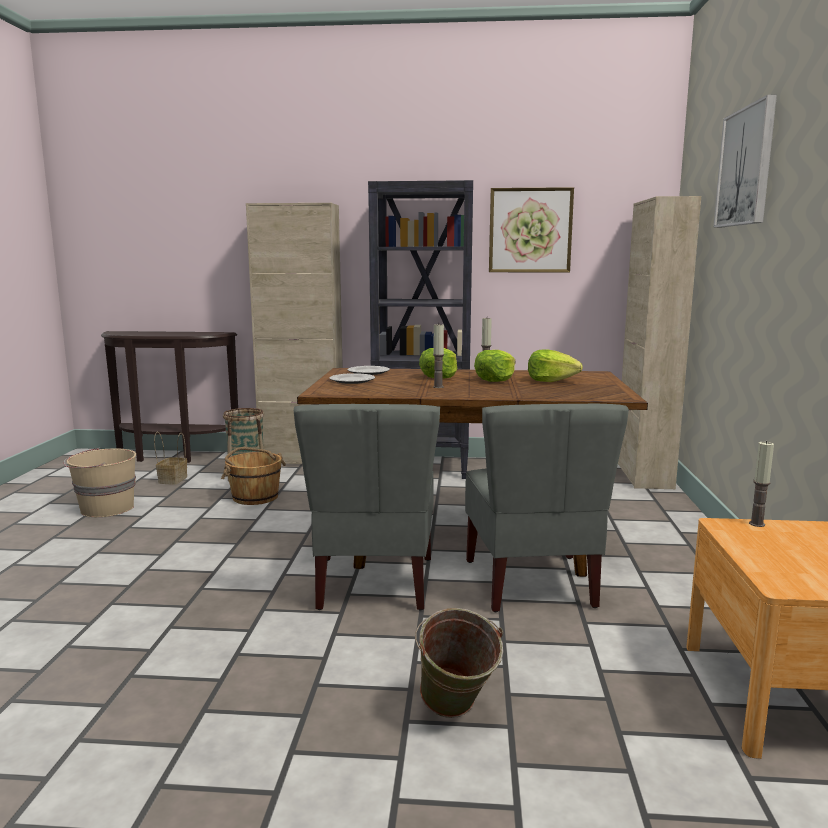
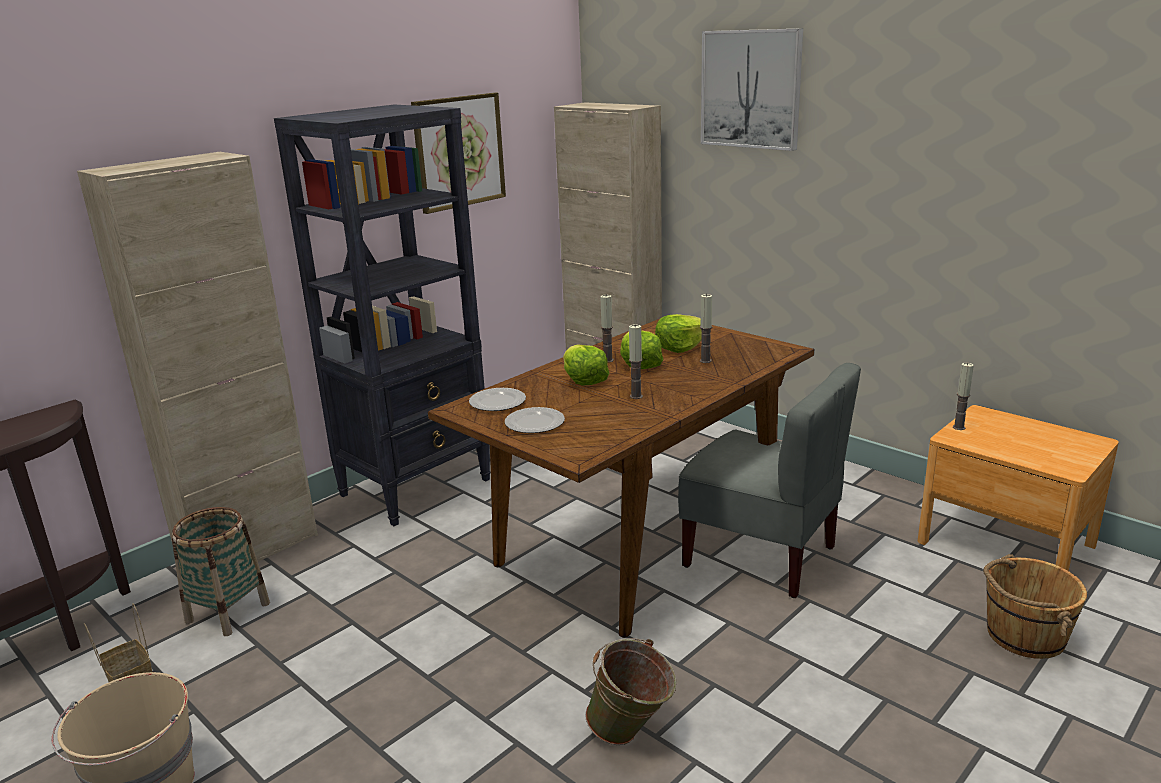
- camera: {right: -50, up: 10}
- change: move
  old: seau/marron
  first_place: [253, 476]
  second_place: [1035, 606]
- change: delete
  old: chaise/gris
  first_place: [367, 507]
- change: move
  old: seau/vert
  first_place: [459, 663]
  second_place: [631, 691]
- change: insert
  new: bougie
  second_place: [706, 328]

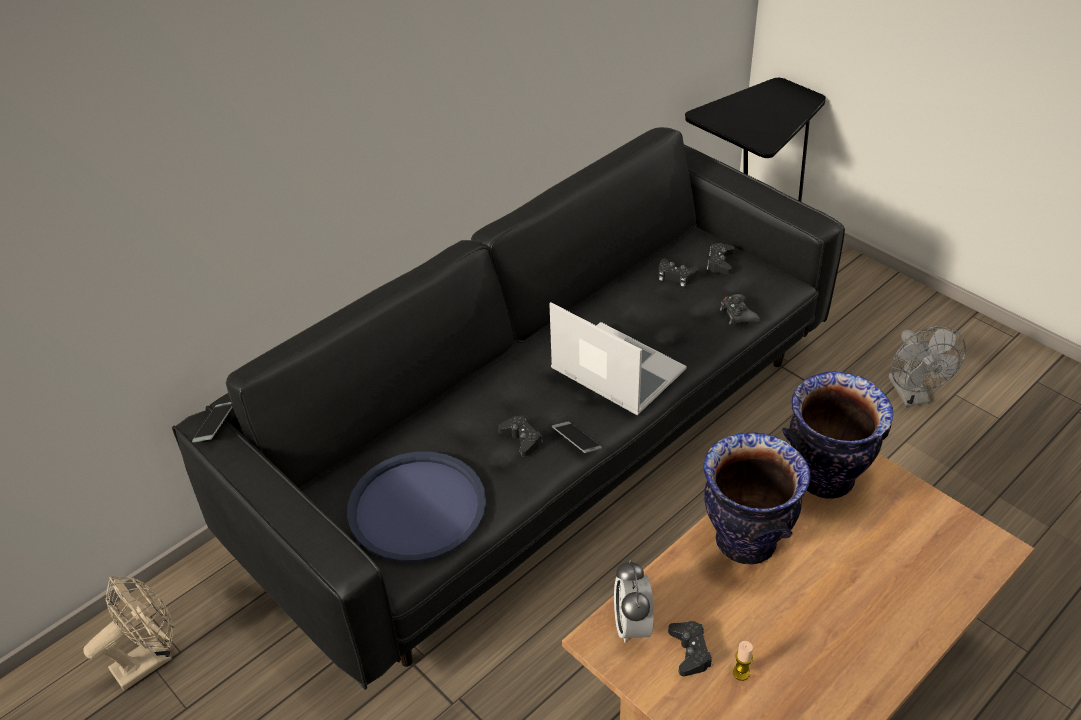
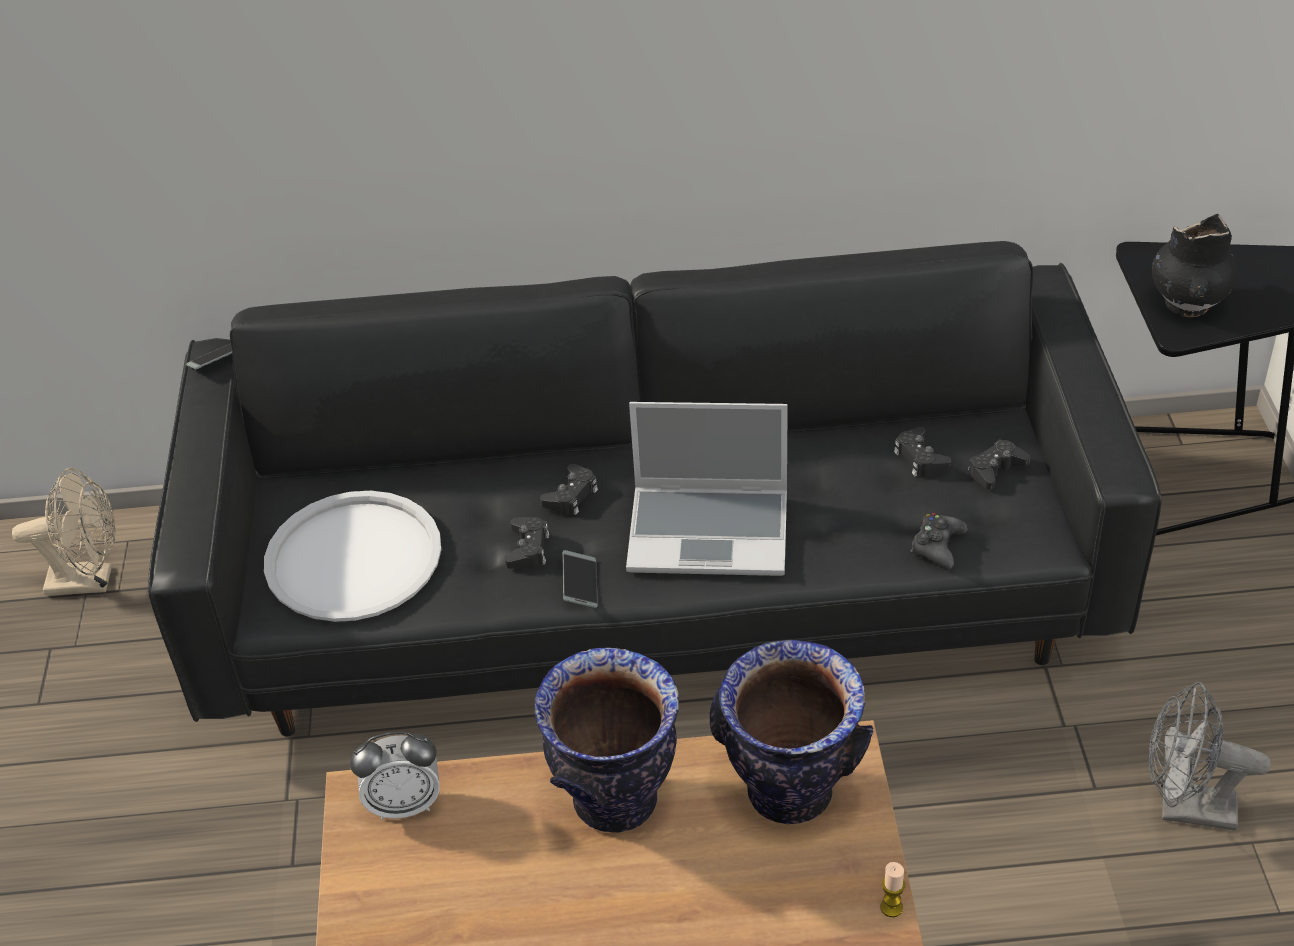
- camera: {right: 40, up: 0}
- change: recolor
  old: plateau/bleu
  new: plateau/blanc
  first_place: [416, 507]
  second_place: [352, 556]
- change: rotate
  old: ordinateur portable
  first_place: [618, 358]
  second_place: [707, 489]
  degrees: 105
- change: rotate
  old: réveil
  first_place: [634, 601]
  second_place: [395, 776]
  degrees: -135
- change: move
  old: manette/noir
  first_place: [690, 648]
  second_place: [569, 489]
- change: move
  old: bougie
  first_place: [743, 661]
  second_place: [893, 889]
- change: rotate
  old: ventilateur/gris
  first_place: [927, 366]
  second_place: [1210, 756]
  degrees: 75
- change: insert
  new: vase/noir
  second_place: [1194, 265]

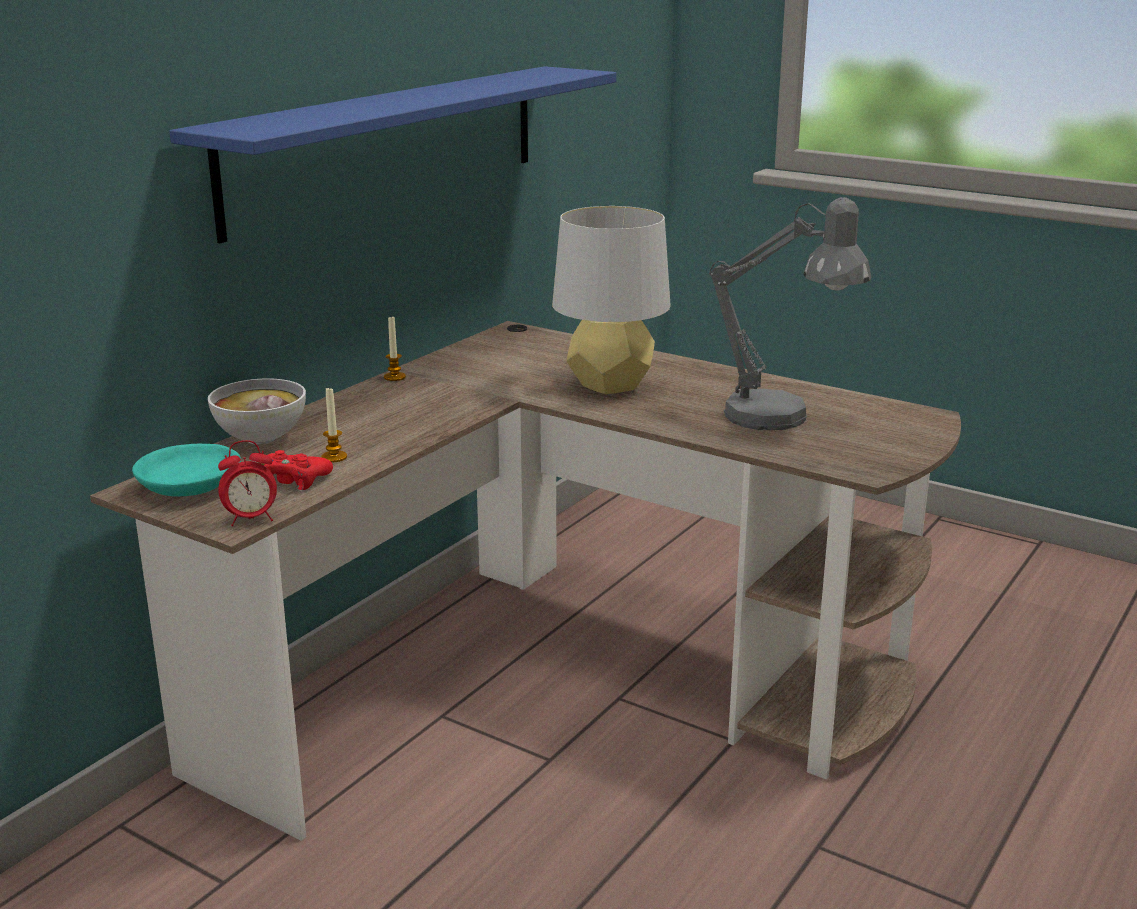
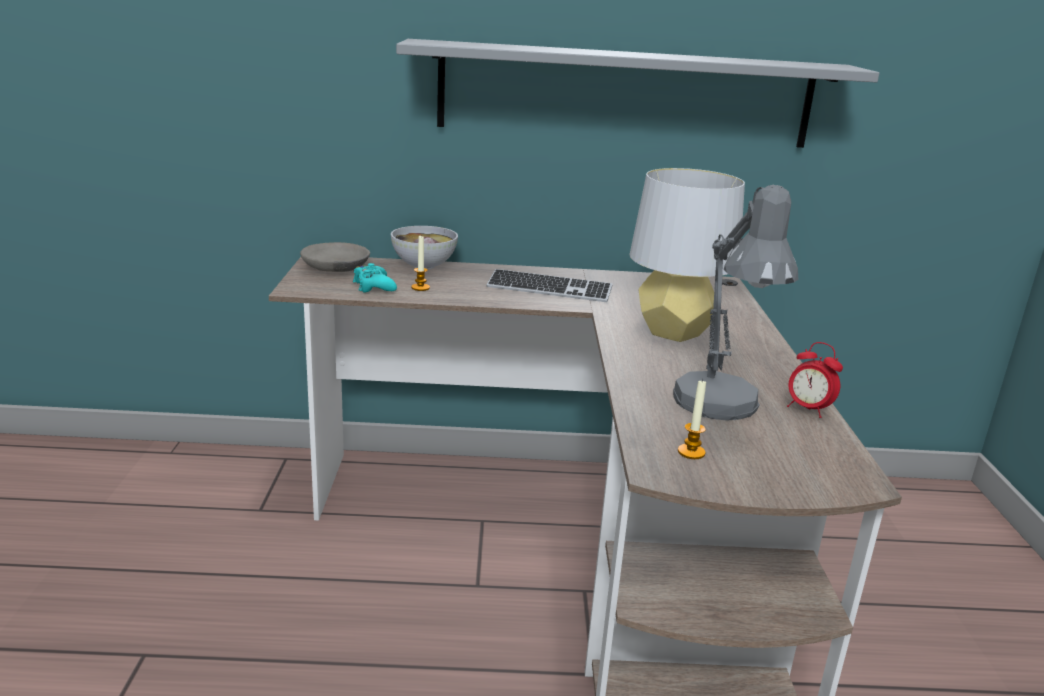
- camera: {right: 55, up: 0}
- change: recolor
  old: bol/turquoise
  new: bol/gris
  first_place: [186, 470]
  second_place: [335, 257]
- change: recolor
  old: étagère/bleu
  new: étagère/gris
  first_place: [393, 154]
  second_place: [637, 93]
- change: move
  old: réveil
  first_place: [247, 483]
  second_place: [815, 380]
- change: recolor
  old: manette/rouge
  new: manette/turquoise
  first_place: [296, 470]
  second_place: [375, 278]
- change: move
  old: bougie
  first_place: [395, 348]
  second_place: [692, 419]
- change: insert
  new: clavier
  second_place: [549, 285]

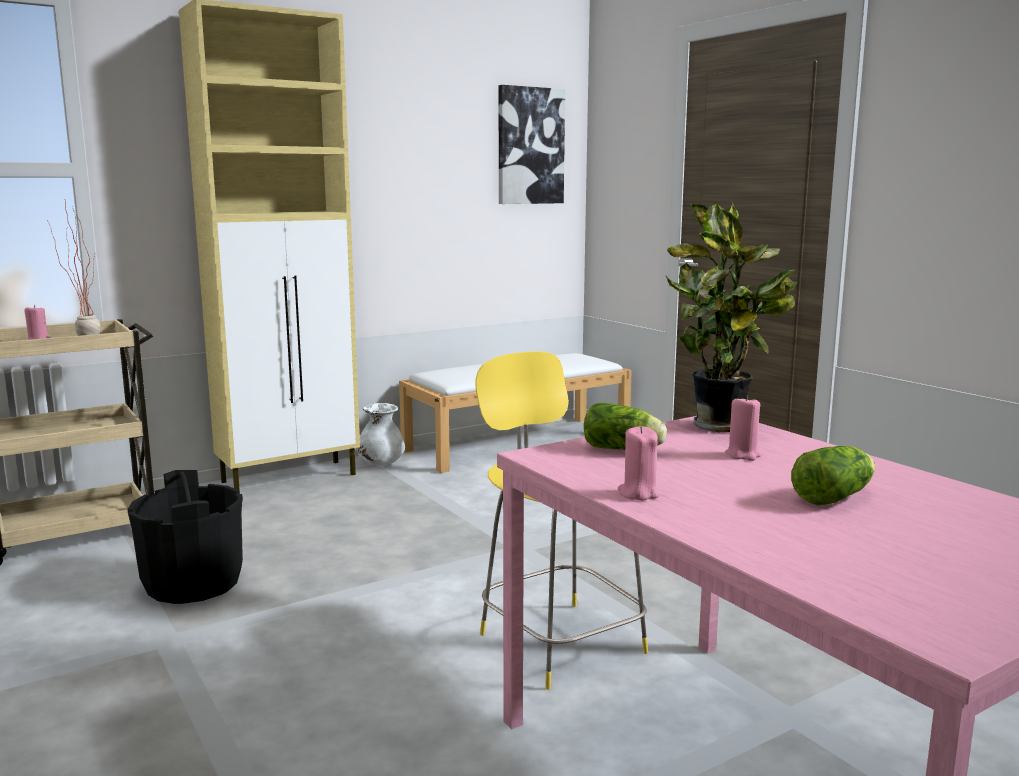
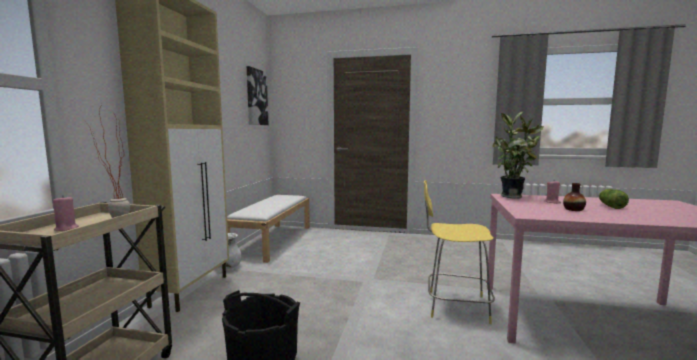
- camera: {right: -45, up: -5}
- change: delete
  old: laitue
  first_place: [625, 426]
- change: delete
  old: bougie/rose
  first_place: [638, 463]
- change: insert
  new: vase
  second_place: [574, 197]

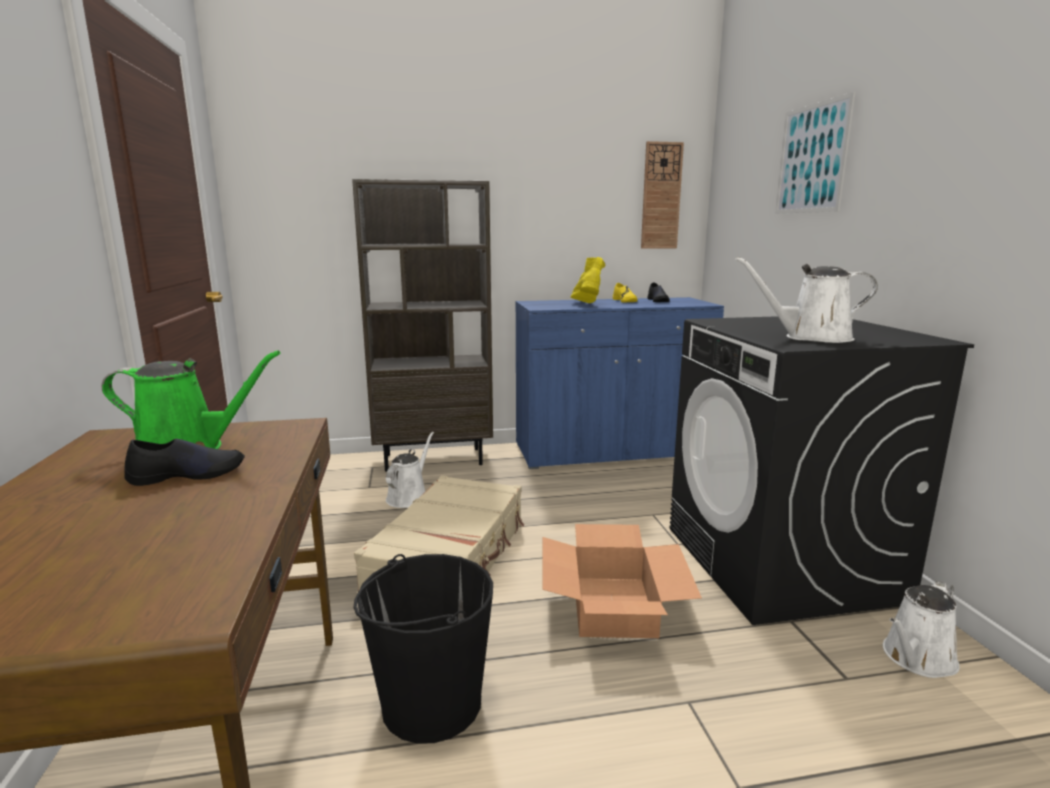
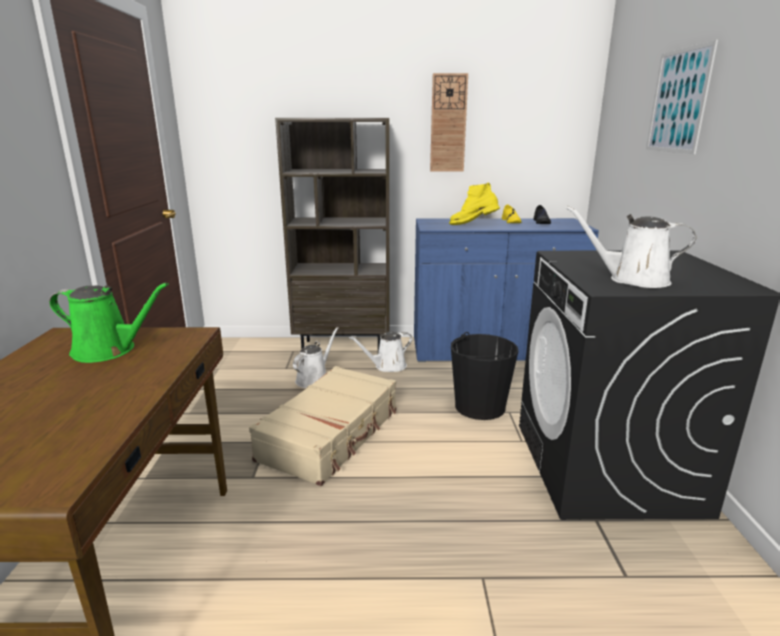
- camera: {right: 10, up: 5}
- change: delete
  old: chaussure/noir
  first_place: [184, 462]
- change: move
  old: seau/noir
  first_place: [423, 649]
  second_place: [484, 376]
- change: delete
  old: carton
  first_place: [622, 581]
- change: rotate
  old: botte/jaune
  first_place: [587, 280]
  second_place: [474, 203]
  degrees: -90
- change: move
  old: horloge murale
  first_place: [662, 195]
  second_place: [449, 122]
- change: move
  old: arrosoir/blanc
  first_place: [921, 629]
  second_place: [381, 352]

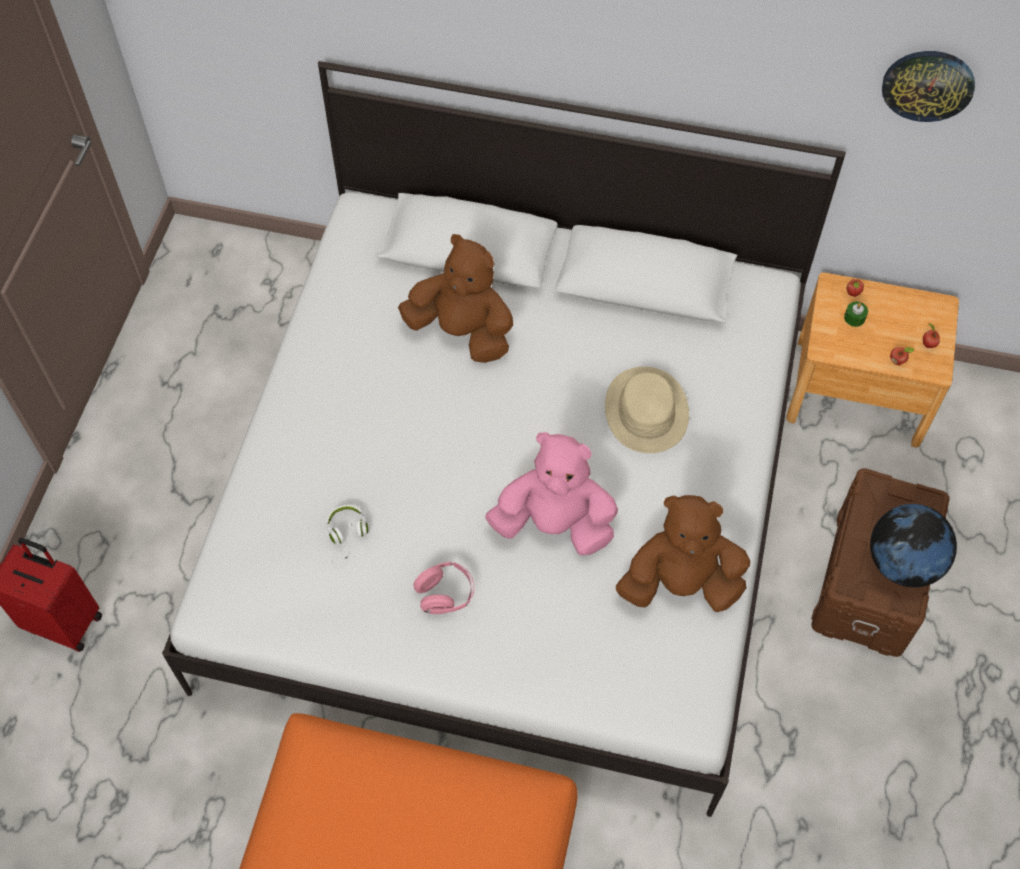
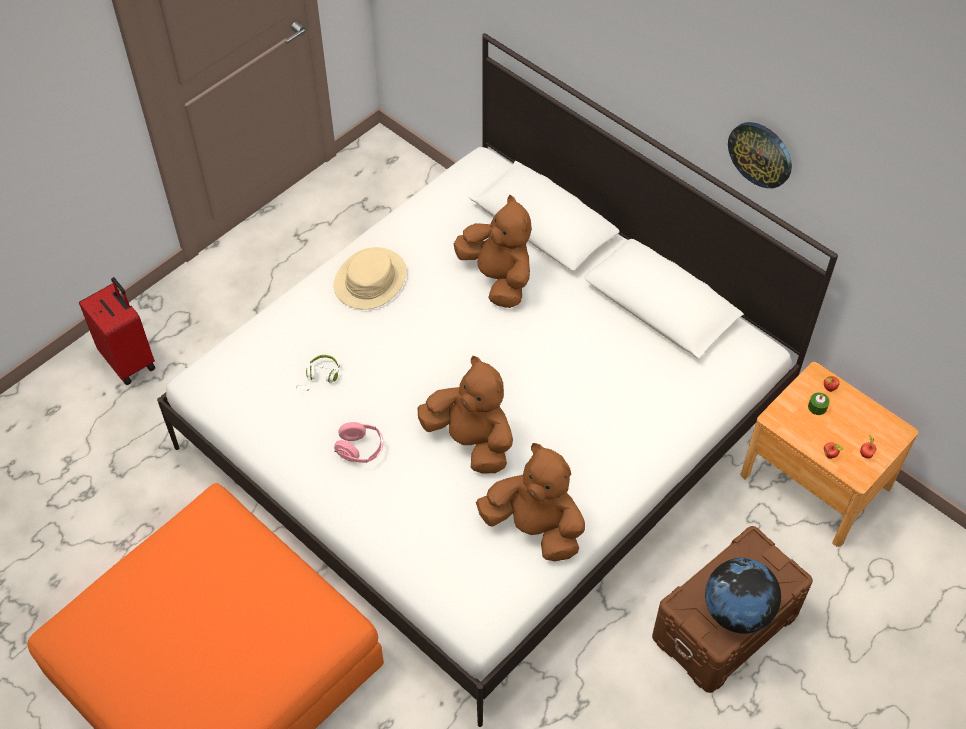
- camera: {right: 30, up: -5}
- change: recolor
  old: peluche/rose
  new: peluche/marron
  first_place: [551, 494]
  second_place: [465, 415]
- change: move
  old: chapeau/beige
  first_place: [647, 410]
  second_place: [370, 278]
- change: move
  old: horloge murale
  first_place: [928, 86]
  second_place: [760, 155]

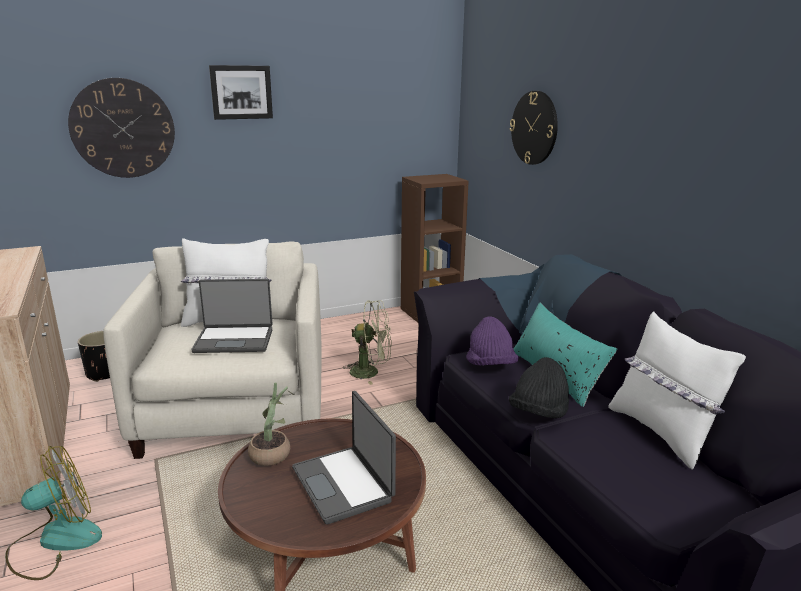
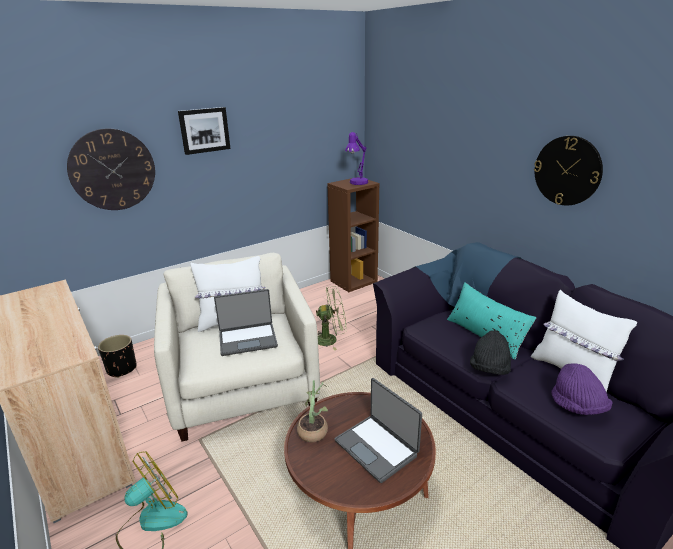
- camera: {right: -10, up: 5}
- change: move
  old: chapeau/violet
  first_place: [492, 341]
  second_place: [582, 389]
- change: move
  old: horloge murale
  first_place: [534, 128]
  second_place: [568, 170]
- change: insert
  new: lampe de table/violet
  second_place: [356, 158]

